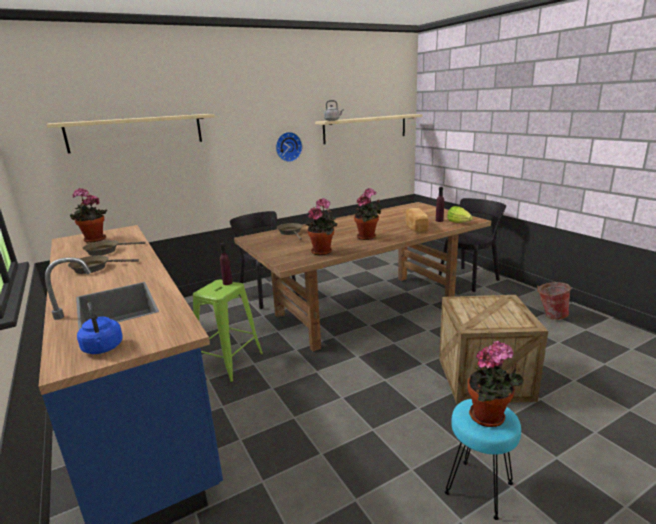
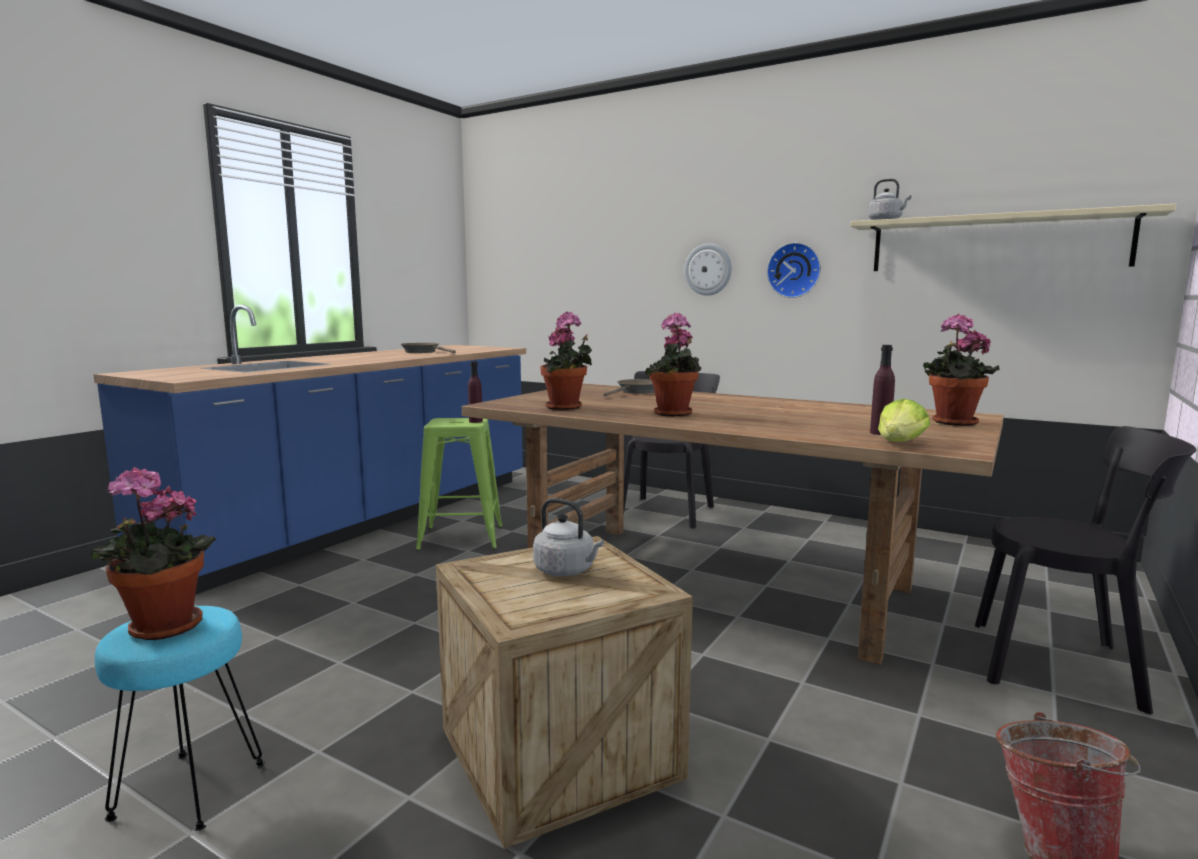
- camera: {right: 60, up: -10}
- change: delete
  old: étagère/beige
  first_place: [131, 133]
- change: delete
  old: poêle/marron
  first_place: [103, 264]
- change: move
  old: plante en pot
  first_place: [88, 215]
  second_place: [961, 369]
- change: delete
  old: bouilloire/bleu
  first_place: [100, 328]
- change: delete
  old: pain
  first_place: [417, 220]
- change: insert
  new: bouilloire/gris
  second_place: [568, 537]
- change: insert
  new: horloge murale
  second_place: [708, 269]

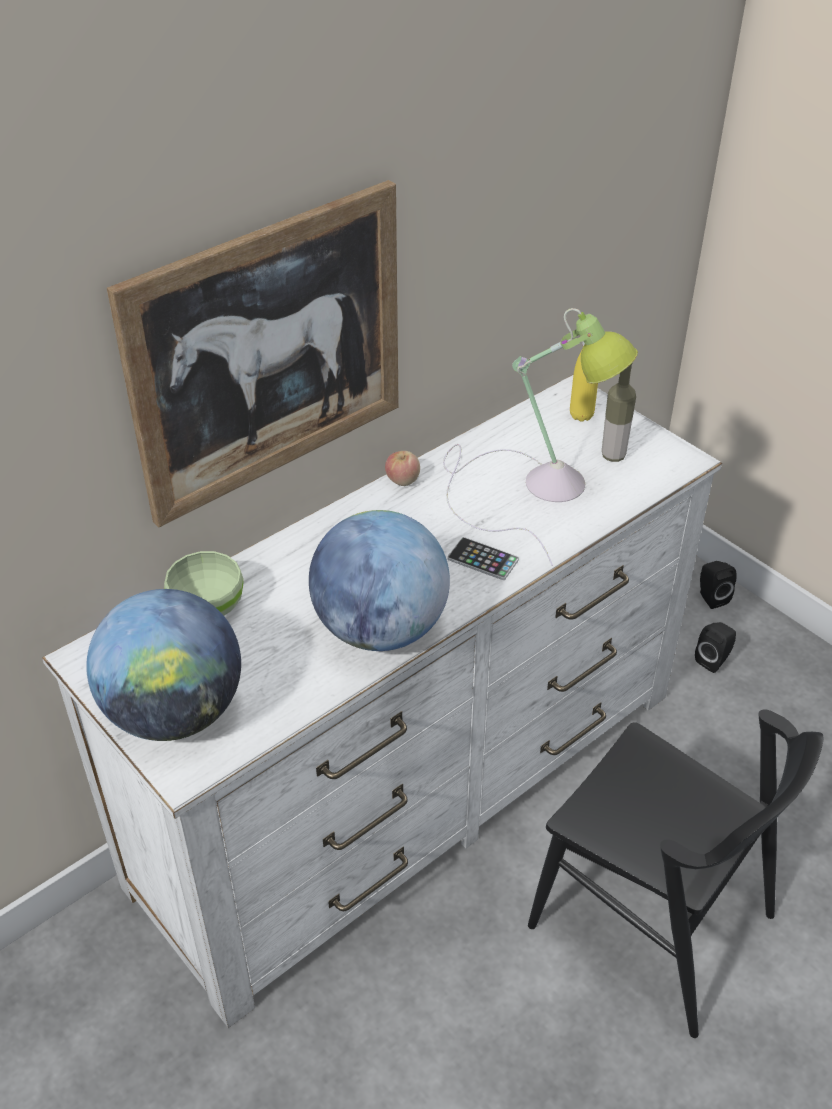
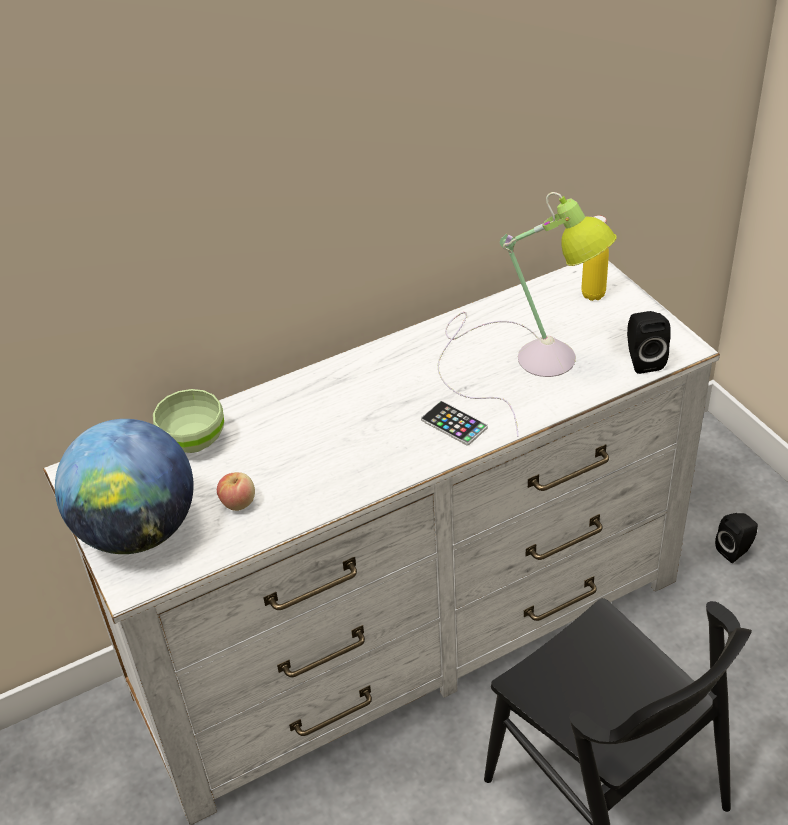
- camera: {right: 15, up: 0}
- change: delete
  old: tableau
  first_place: [253, 353]
- change: delete
  old: globe
  first_place: [379, 580]
- change: move
  old: pomme
  first_place: [402, 468]
  second_place: [236, 491]
- change: delete
  old: bouteille
  first_place: [619, 413]
- change: move
  old: enceinte/noir
  first_place: [718, 585]
  second_place: [649, 342]

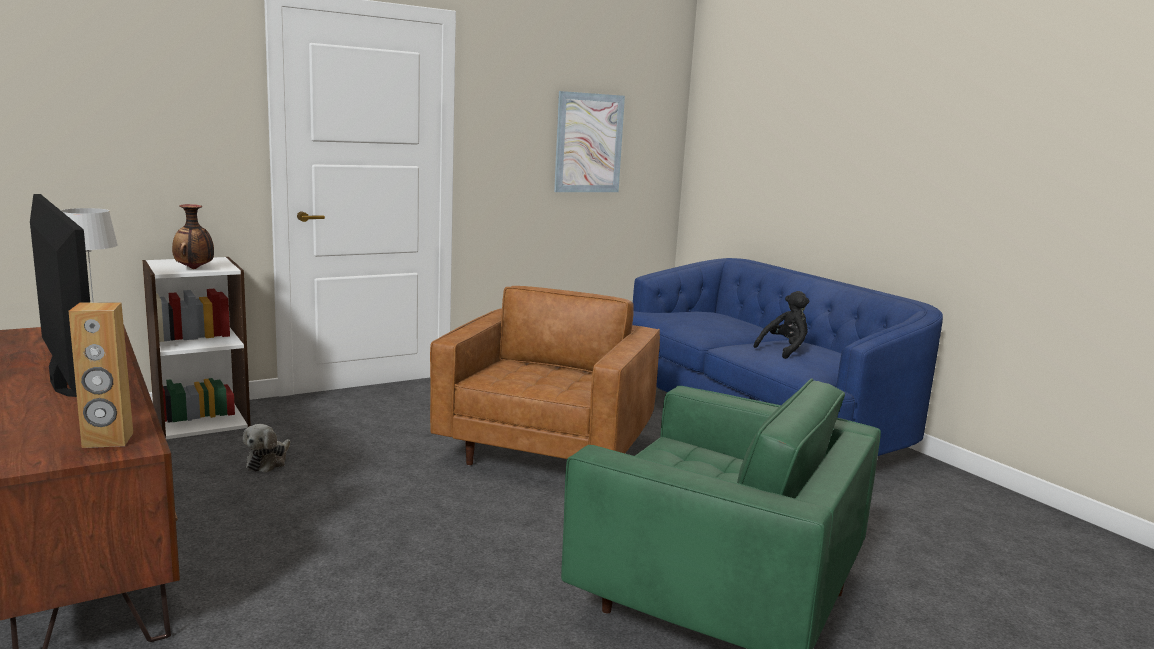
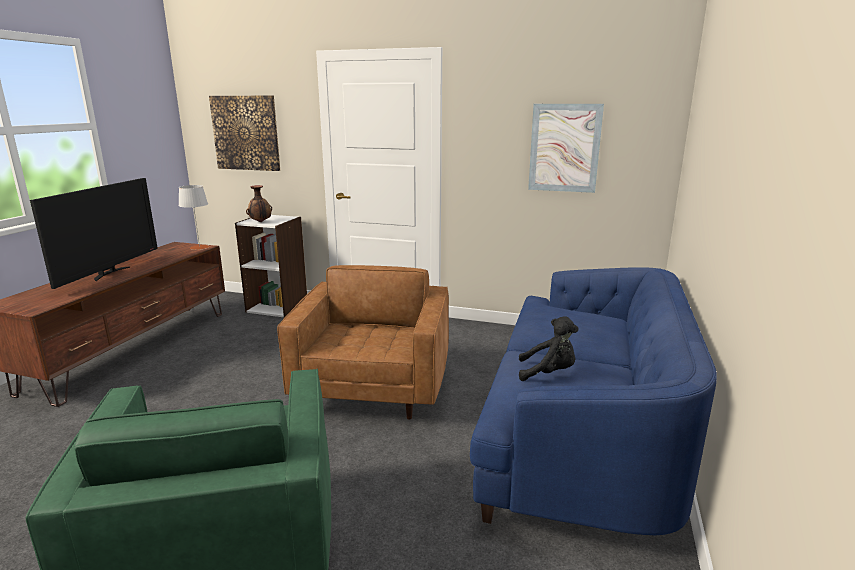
- camera: {right: 50, up: 5}
- change: delete
  old: enceinte/marron
  first_place: [101, 375]
- change: delete
  old: peluche
  first_place: [266, 448]
- change: rotate
  old: fauteuil/marron
  first_place: [545, 376]
  second_place: [363, 342]
  degrees: -60
- change: insert
  new: tableau
  second_place: [244, 133]

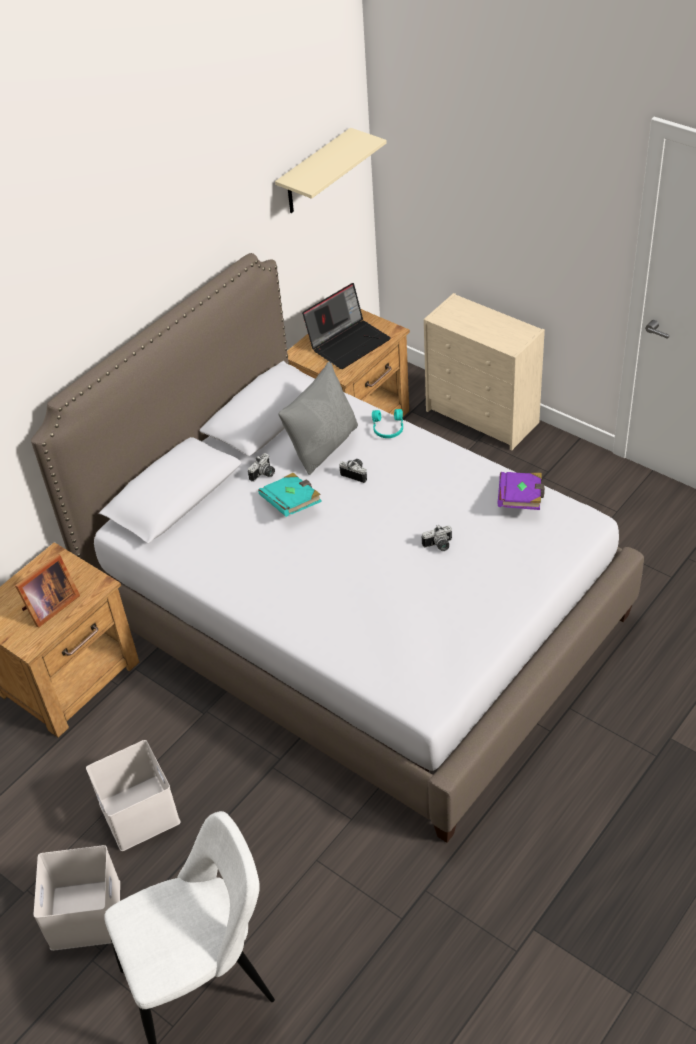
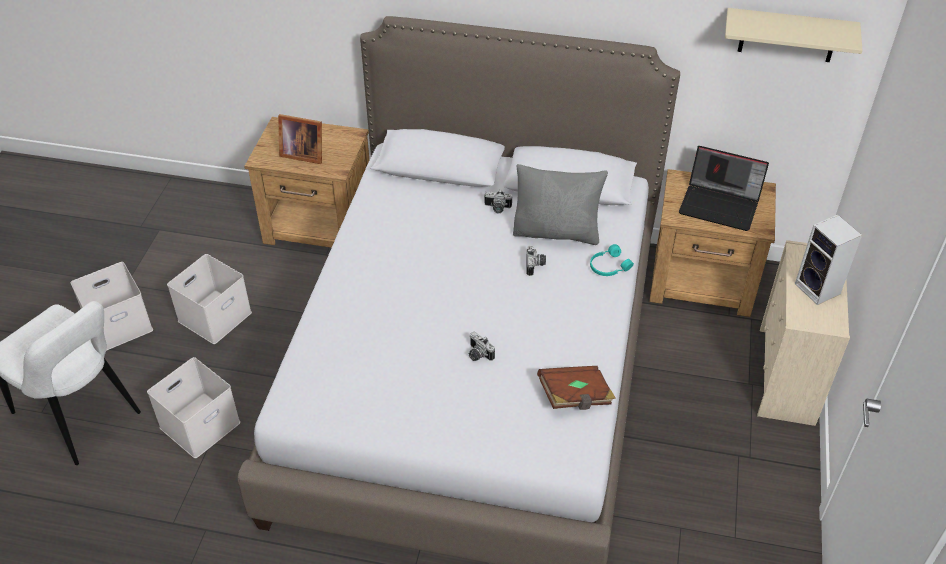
- camera: {right: 60, up: 0}
- change: delete
  old: livre/turquoise
  first_place: [290, 495]
- change: recolor
  old: livre/violet
  new: livre/marron
  first_place: [521, 491]
  second_place: [576, 388]
- change: insert
  new: boîte de rangement/blanc
  second_place: [193, 407]
- change: insert
  new: enceinte
  second_place: [828, 260]

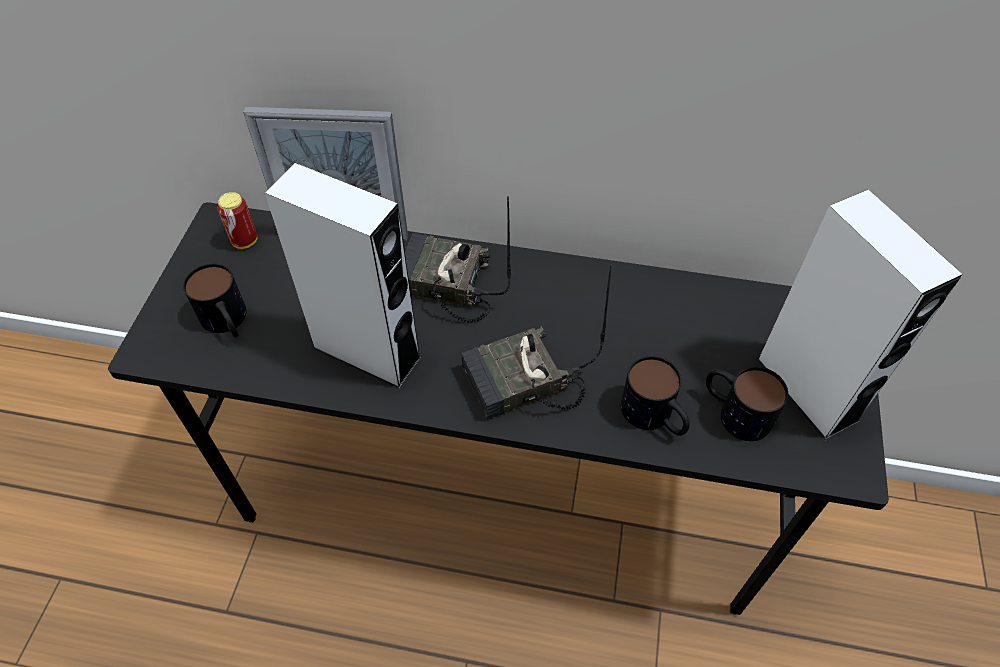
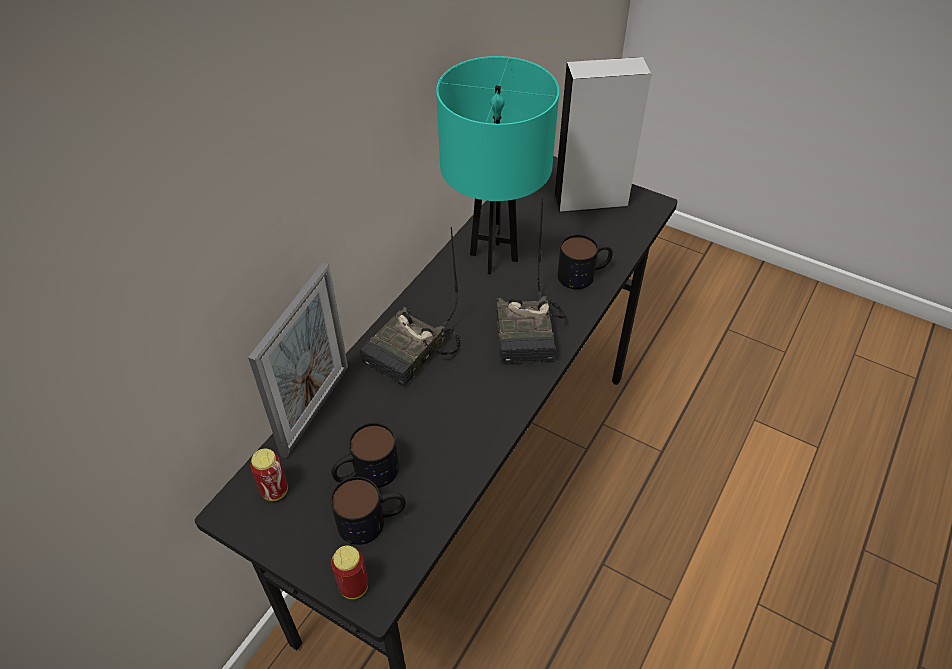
- camera: {right: -70, up: -5}
- change: delete
  old: enceinte/gris
  first_place: [343, 276]
- change: move
  old: mug
  first_place: [747, 404]
  second_place: [365, 455]
- change: insert
  new: boîte métallique
  second_place: [349, 572]
- change: insert
  new: lampe de table/turquoise
  second_place: [497, 165]

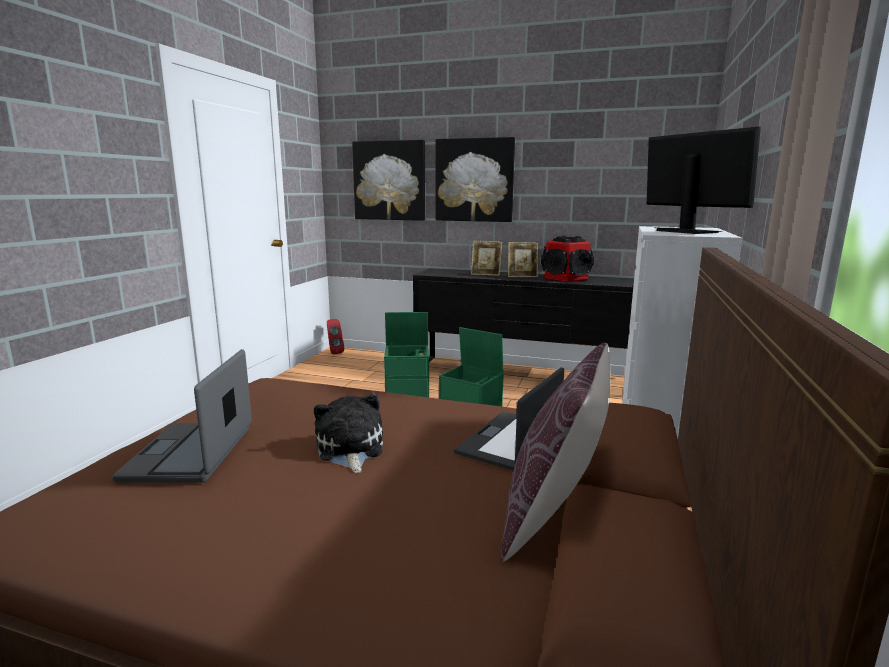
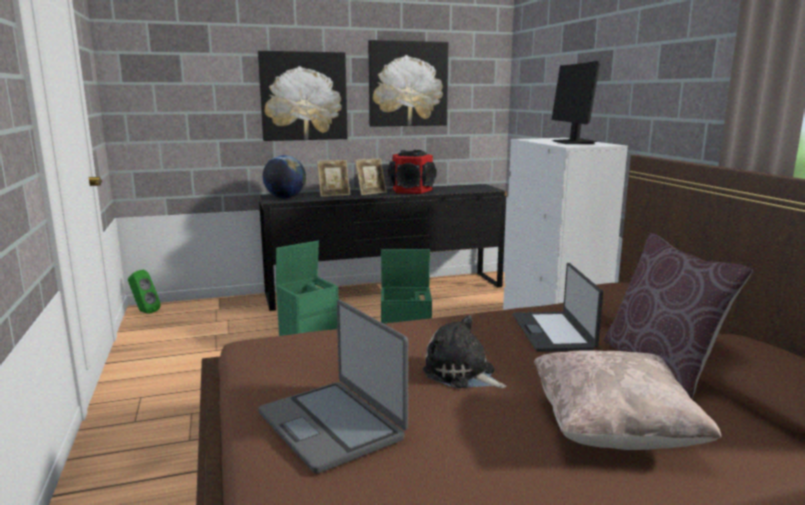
- camera: {right: -35, up: 0}
- change: recolor
  old: enceinte/rouge
  new: enceinte/vert
  first_place: [335, 336]
  second_place: [144, 292]
- change: move
  old: tableau
  first_place: [388, 180]
  second_place: [408, 83]
- change: rotate
  old: écran d'ordinateur
  first_place: [704, 180]
  second_place: [576, 102]
  degrees: -120
- change: insert
  new: globe
  second_place: [284, 177]
- change: insert
  new: coussin/beige
  second_place: [628, 400]

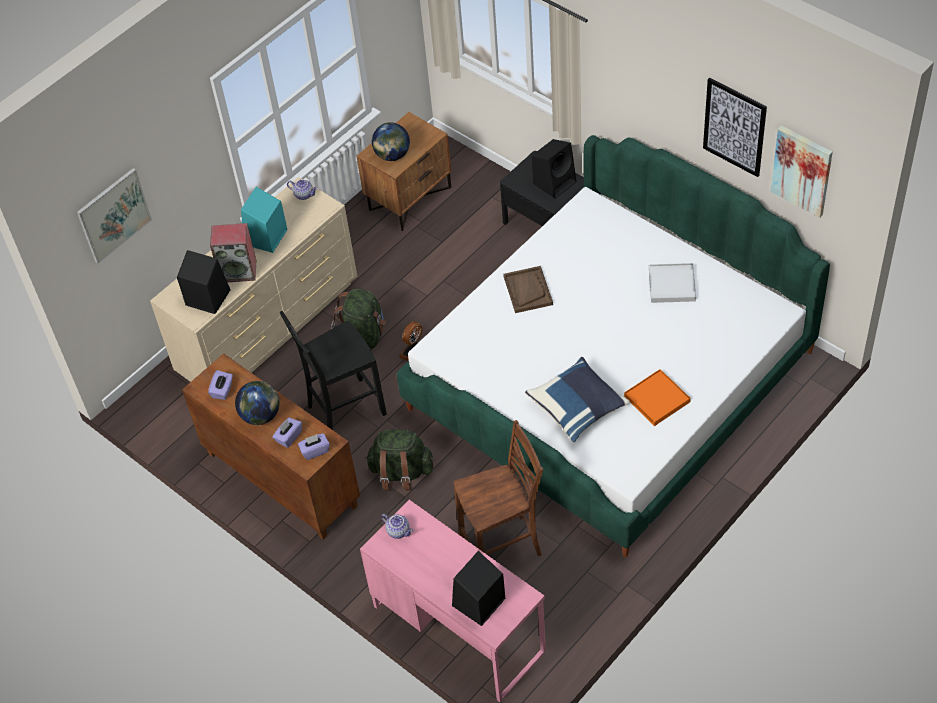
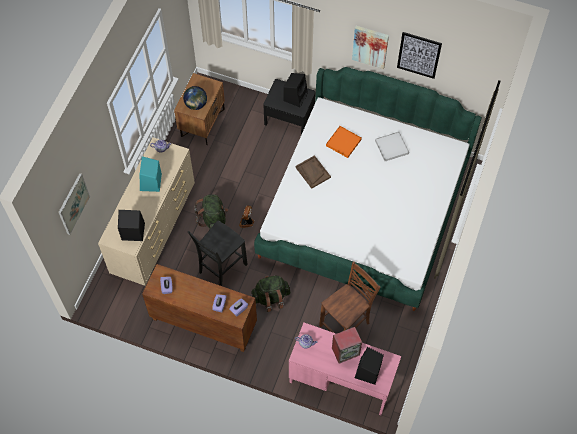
- camera: {right: -25, up: 10}
- change: move
  old: enceinte
  first_place: [233, 253]
  second_place: [347, 345]
- change: delete
  old: globe
  first_place: [257, 403]
- change: delete
  old: coussin/bleu
  first_place: [577, 400]
- change: move
  old: plateau/orange
  first_place: [657, 397]
  second_place: [344, 142]
- change: move
  old: tableau
  first_place: [802, 172]
  second_place: [370, 47]

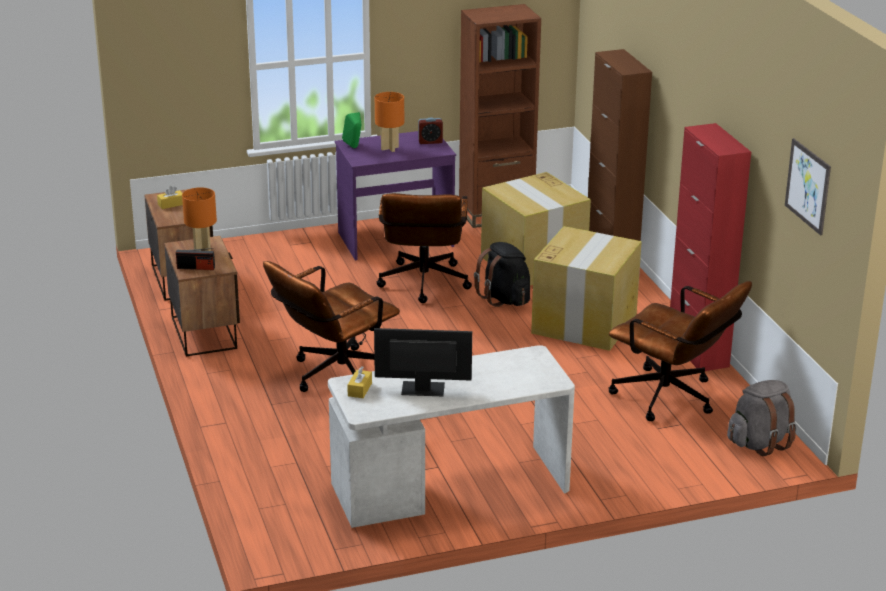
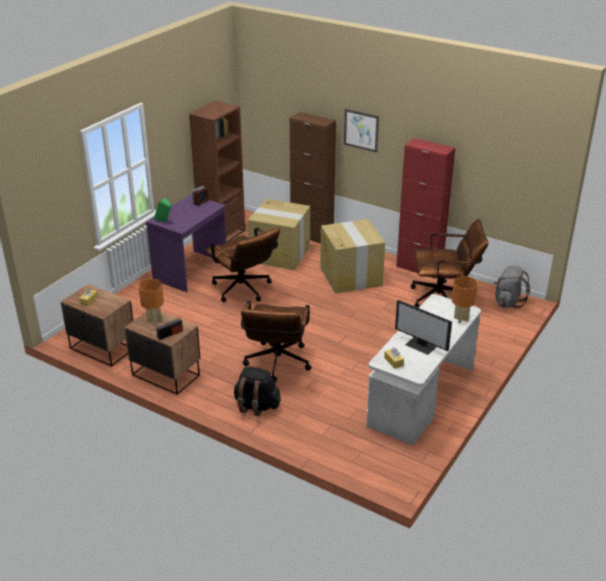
- camera: {right: -40, up: 5}
- change: rotate
  old: écran d'ordinateur
  first_place: [423, 362]
  second_place: [423, 327]
  degrees: -105
- change: move
  old: lampe de table/orange
  first_place: [389, 122]
  second_place: [465, 299]
- change: move
  old: sac à dos/noir
  first_place: [502, 274]
  second_place: [257, 391]
- change: move
  old: tableau
  first_place: [808, 187]
  second_place: [361, 131]

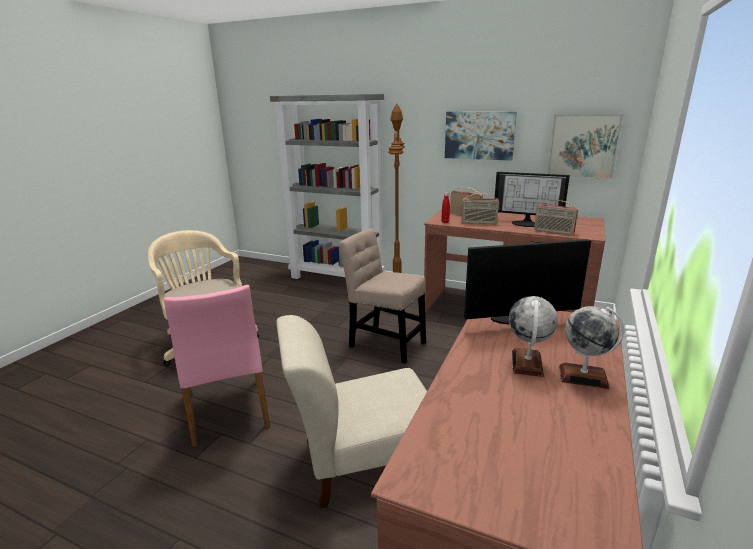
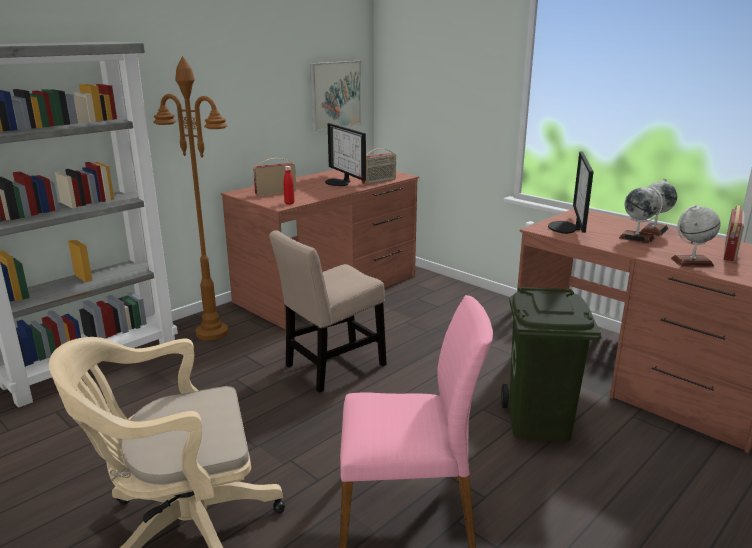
- camera: {right: -70, up: 0}
- change: replace
  old: chaise/beige
  new: poubelle/vert
  first_place: [351, 411]
  second_place: [551, 364]
- change: delete
  old: tableau
  first_place: [481, 136]
- change: move
  old: radio
  first_place: [480, 208]
  second_place: [733, 233]
- change: rotate
  old: écran d'ordinateur
  first_place: [532, 199]
  second_place: [345, 154]
  degrees: 105
- change: insert
  new: globe
  second_place: [696, 236]

